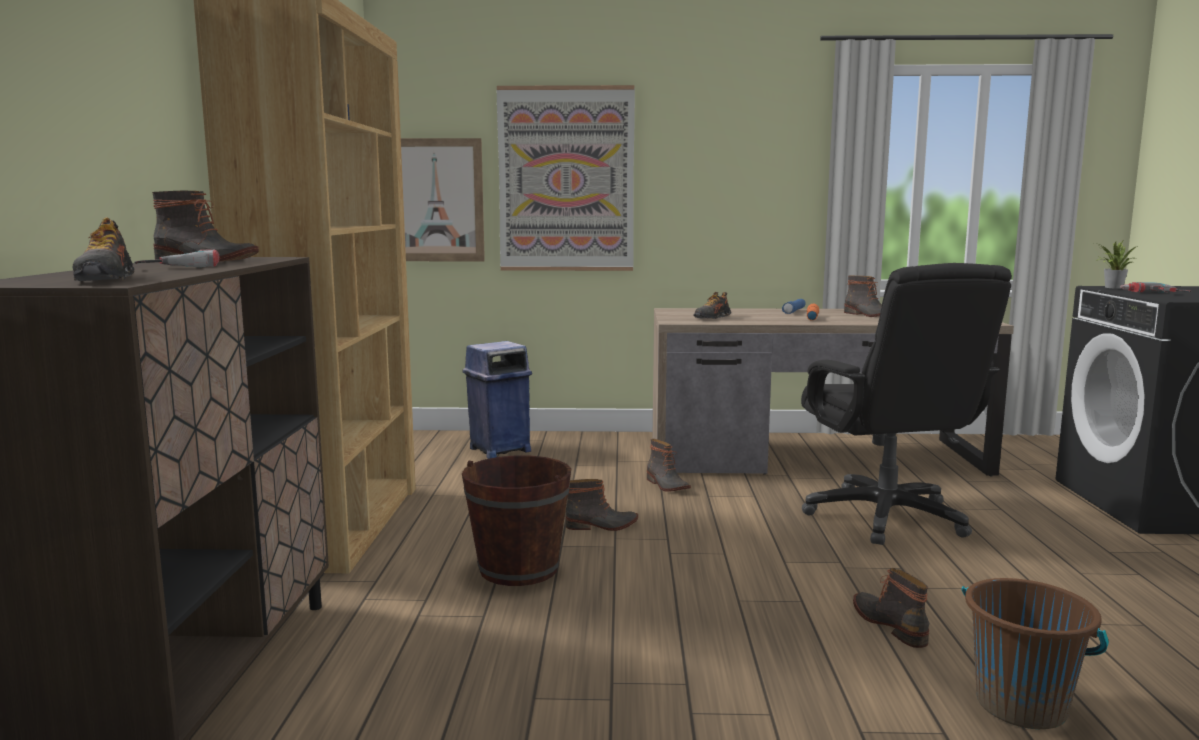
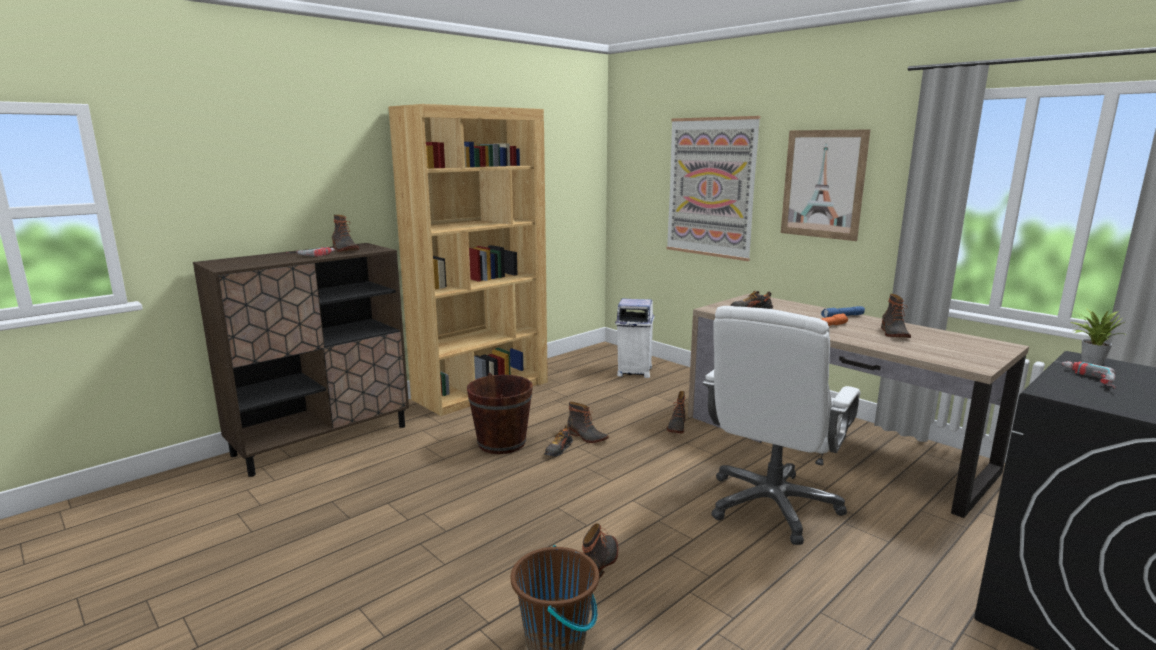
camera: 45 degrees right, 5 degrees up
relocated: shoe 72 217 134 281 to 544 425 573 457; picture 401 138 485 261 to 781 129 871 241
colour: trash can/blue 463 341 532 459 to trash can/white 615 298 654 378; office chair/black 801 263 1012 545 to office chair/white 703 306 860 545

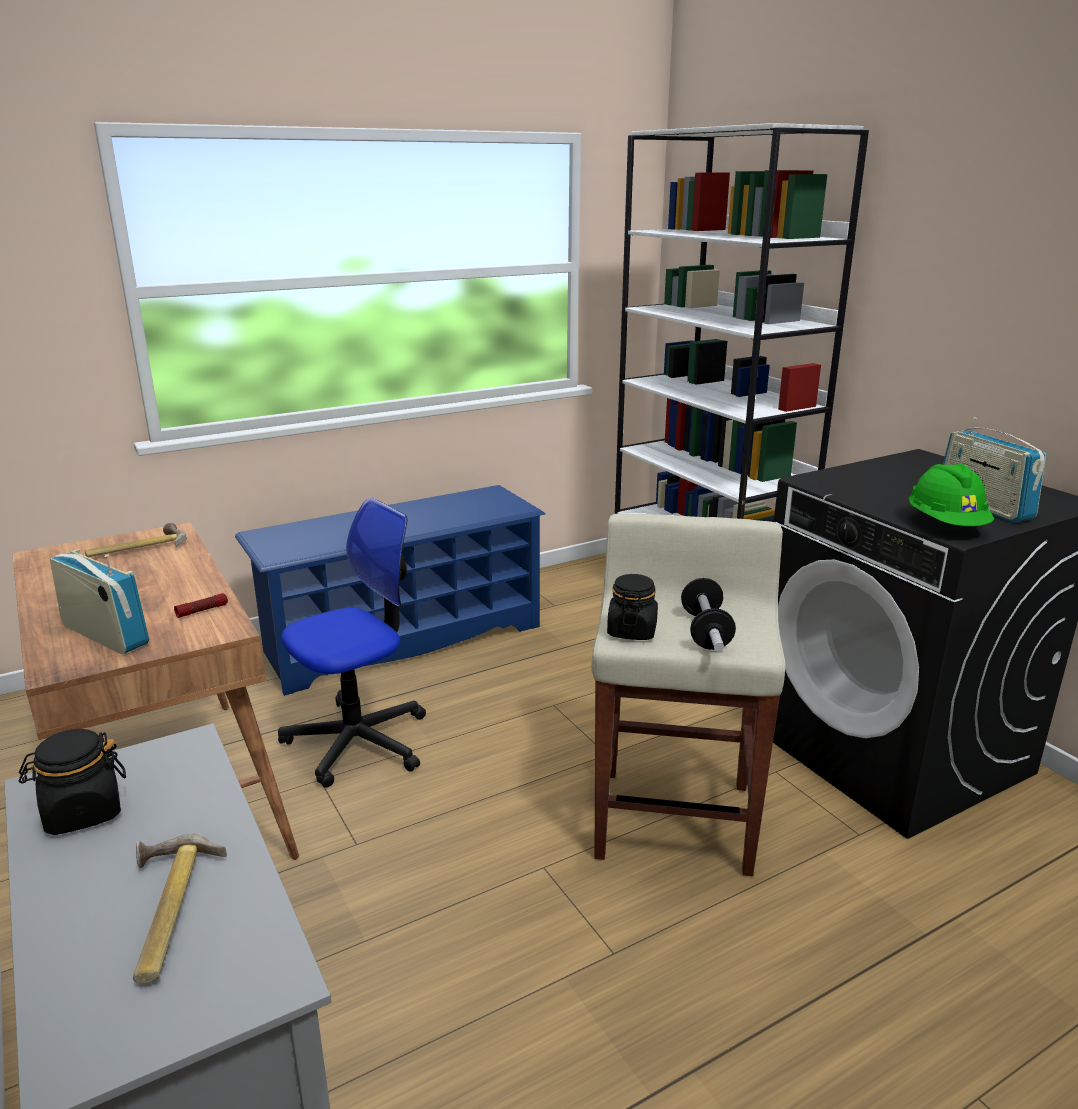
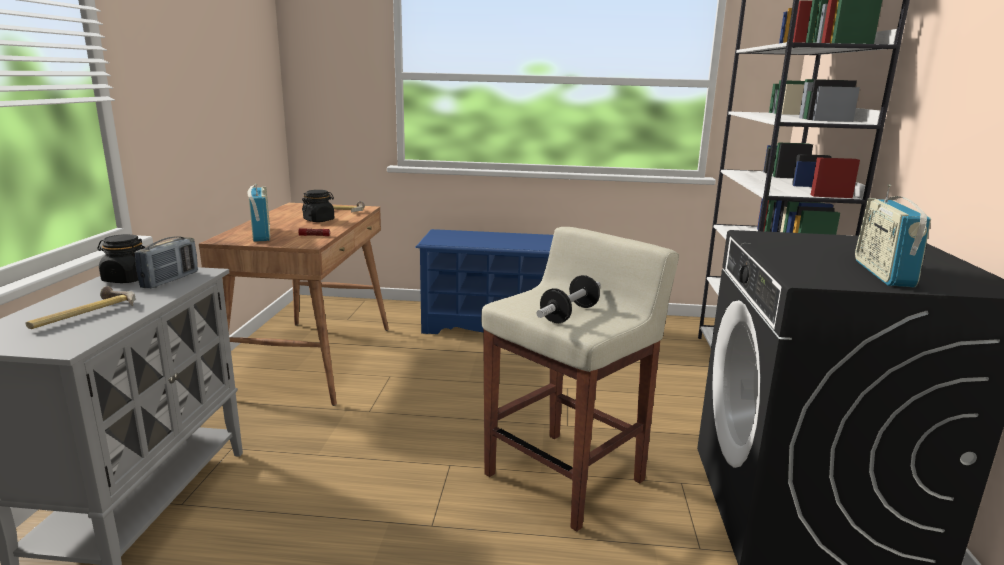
camera: 35 degrees right, 5 degrees down
missing: office chair 278 498 426 788; hard hat/green 909 464 994 526
appeared: radio 135 236 198 288
relocated: jar/black 607 574 658 640 to 302 190 334 222

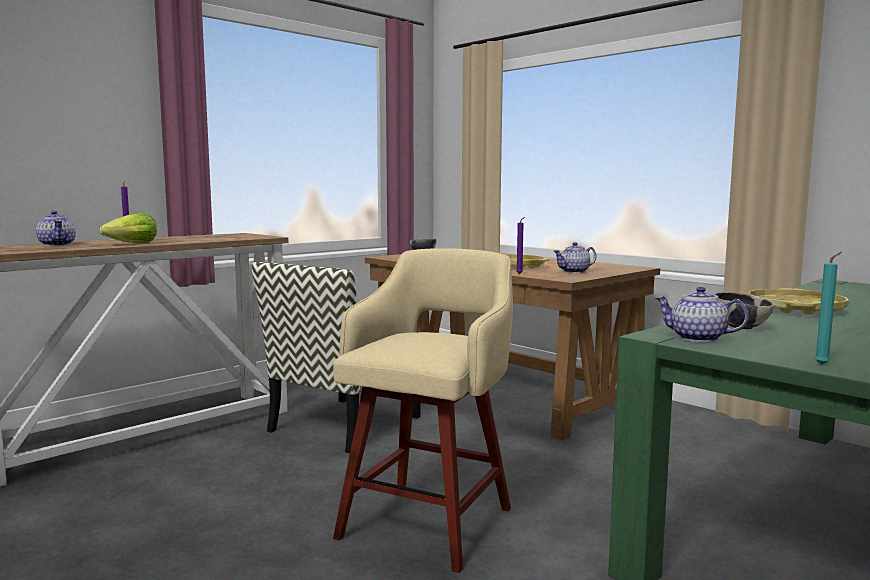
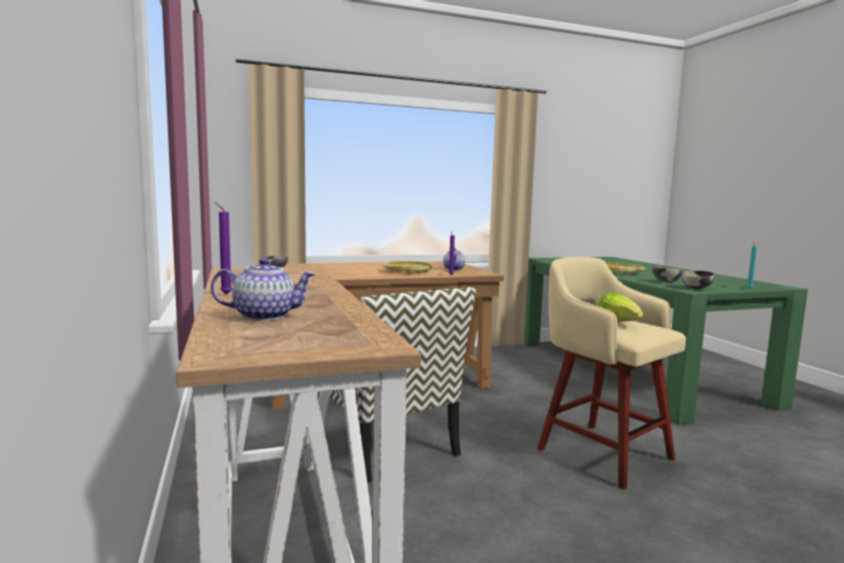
camera: 65 degrees left, 0 degrees up
relocated: lettuce 99 213 157 243 to 598 293 643 322
exchanged: teapot 655 287 749 342 to bowl 682 270 715 289

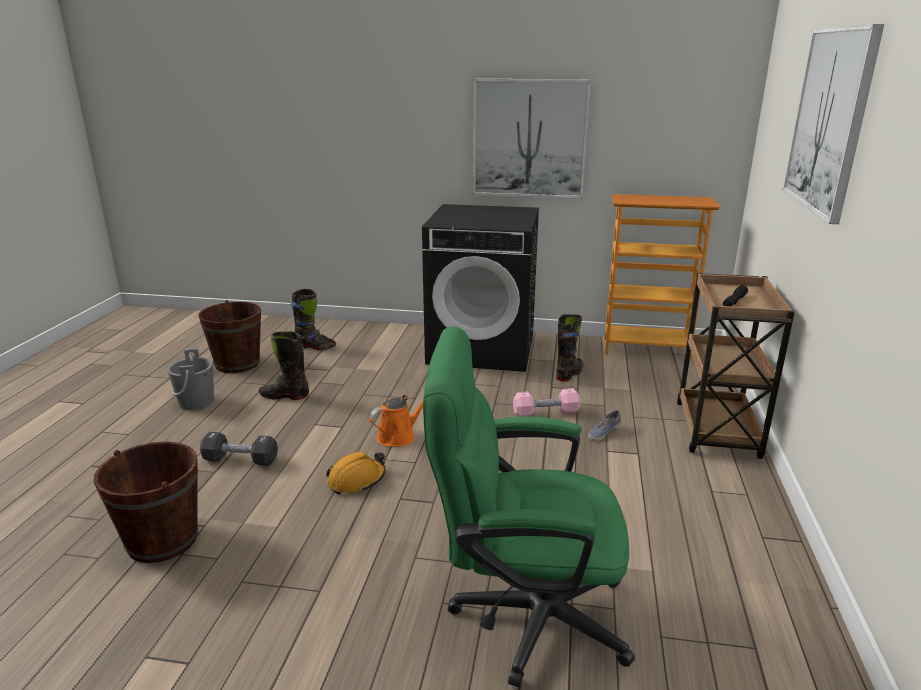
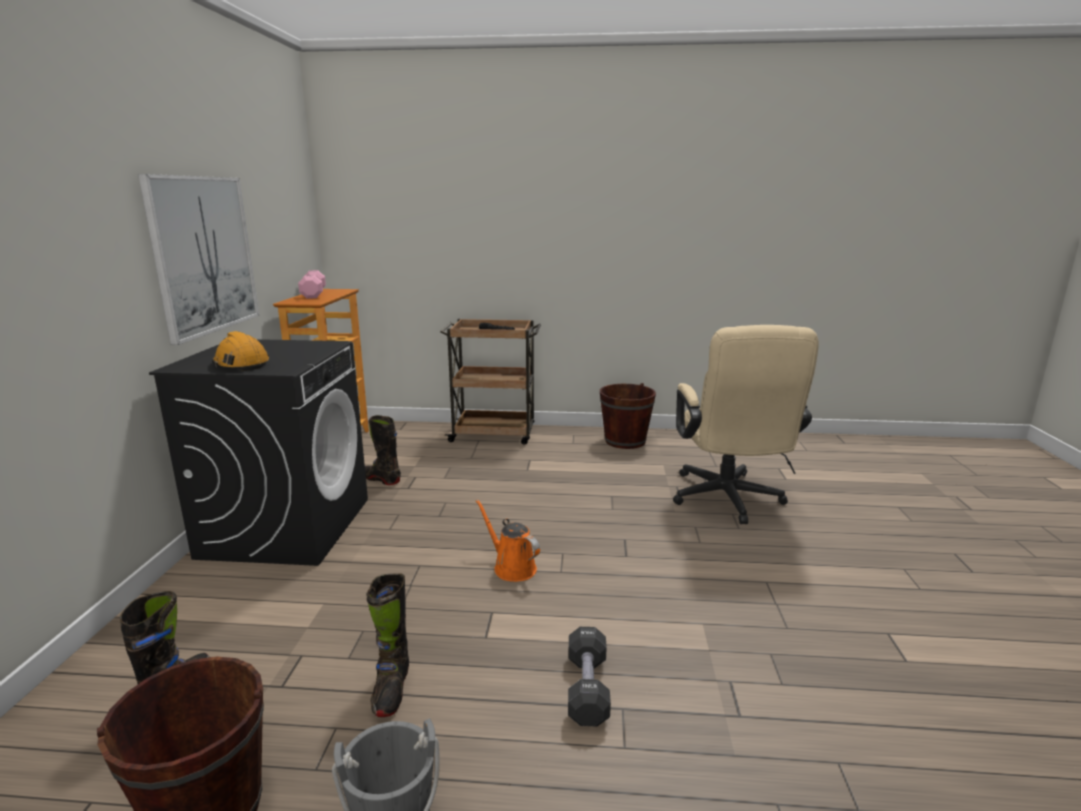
camera: 95 degrees left, 5 degrees down
missing: shoe 588 410 622 442; picture 783 24 884 224
relocated: bucket/brown 94 442 198 563 to 600 383 656 449; hard hat/orange 327 451 386 494 to 212 331 269 371; dumbbell/pink 513 388 580 417 to 298 270 326 299
colour: office chair/green 423 326 635 687 to office chair/beige 673 325 819 524

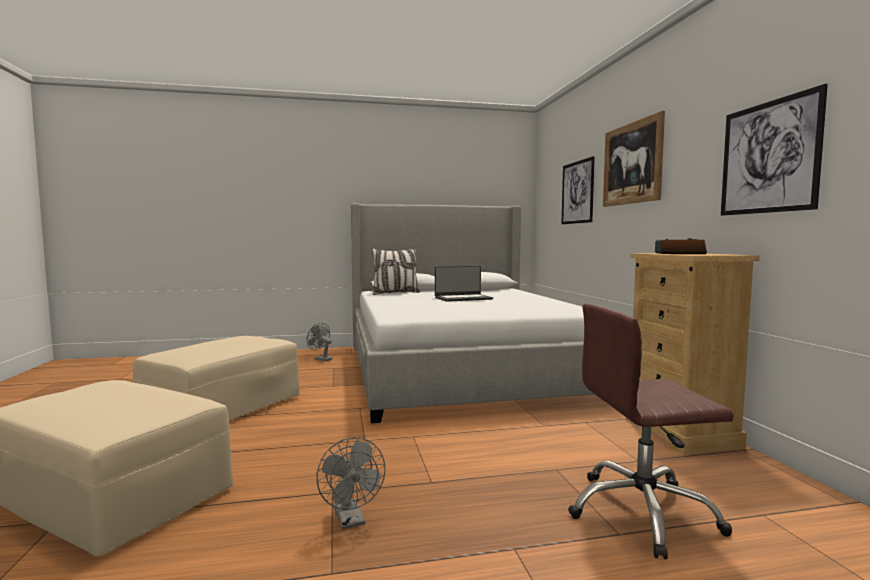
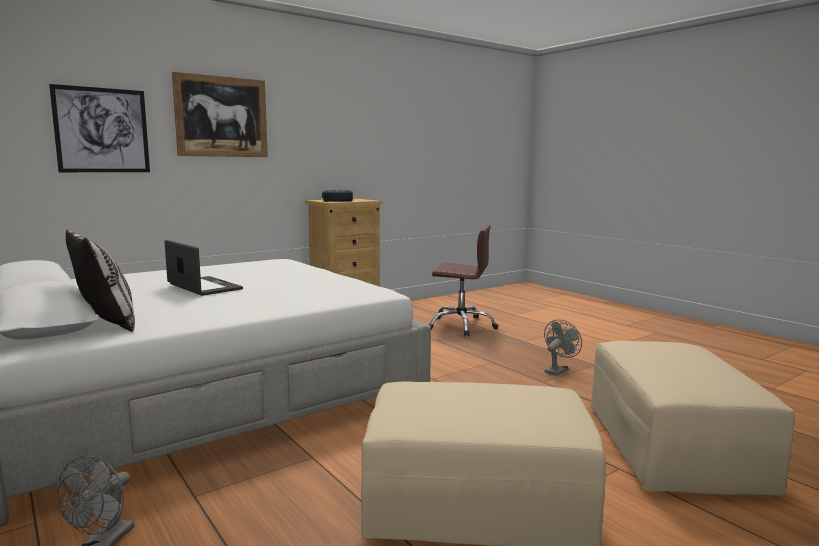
camera: 115 degrees left, 5 degrees up
missing: picture 721 84 828 216
spun: office chair/brown 568 304 734 559 = 428 225 498 336 45 degrees counterclockwise

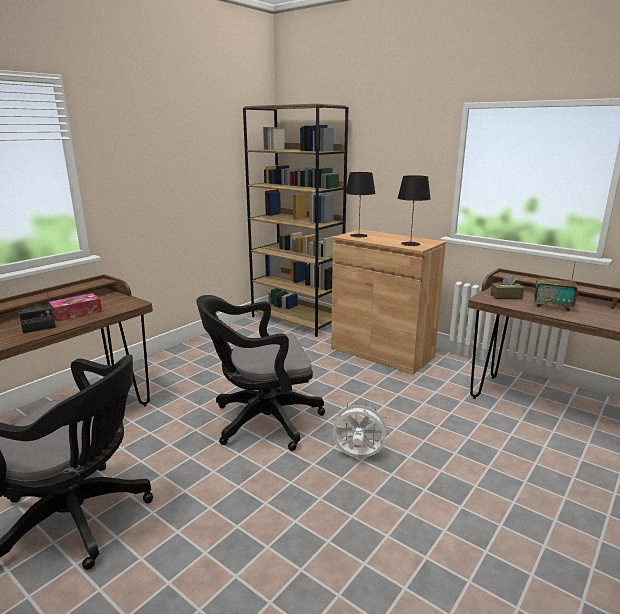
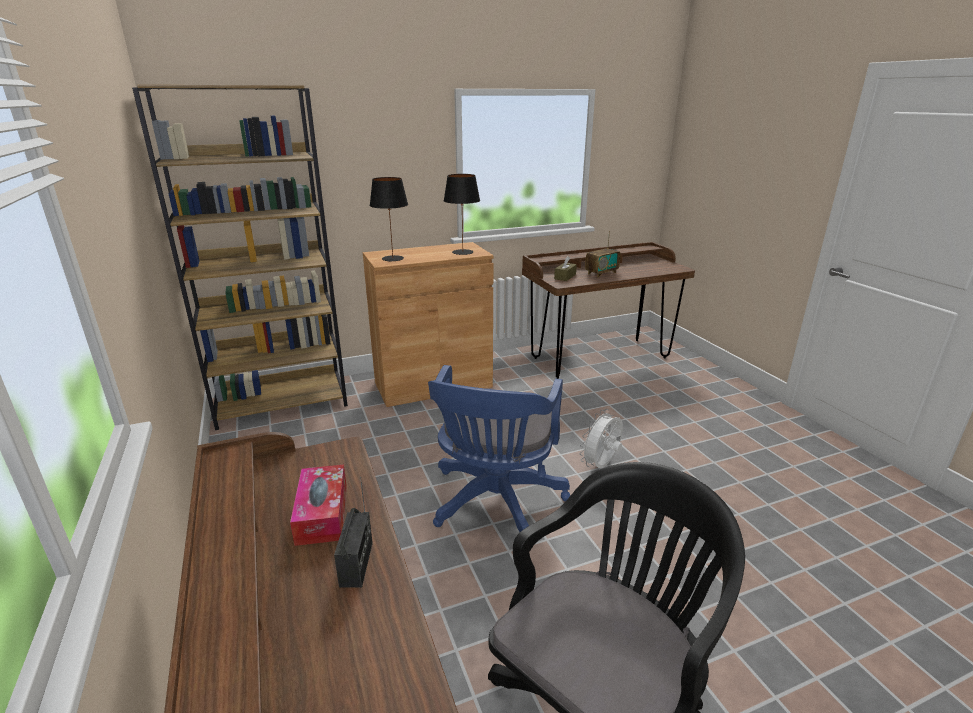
camera: 60 degrees left, 5 degrees up
colour: office chair/black 196 295 325 451 to office chair/blue 428 365 570 532

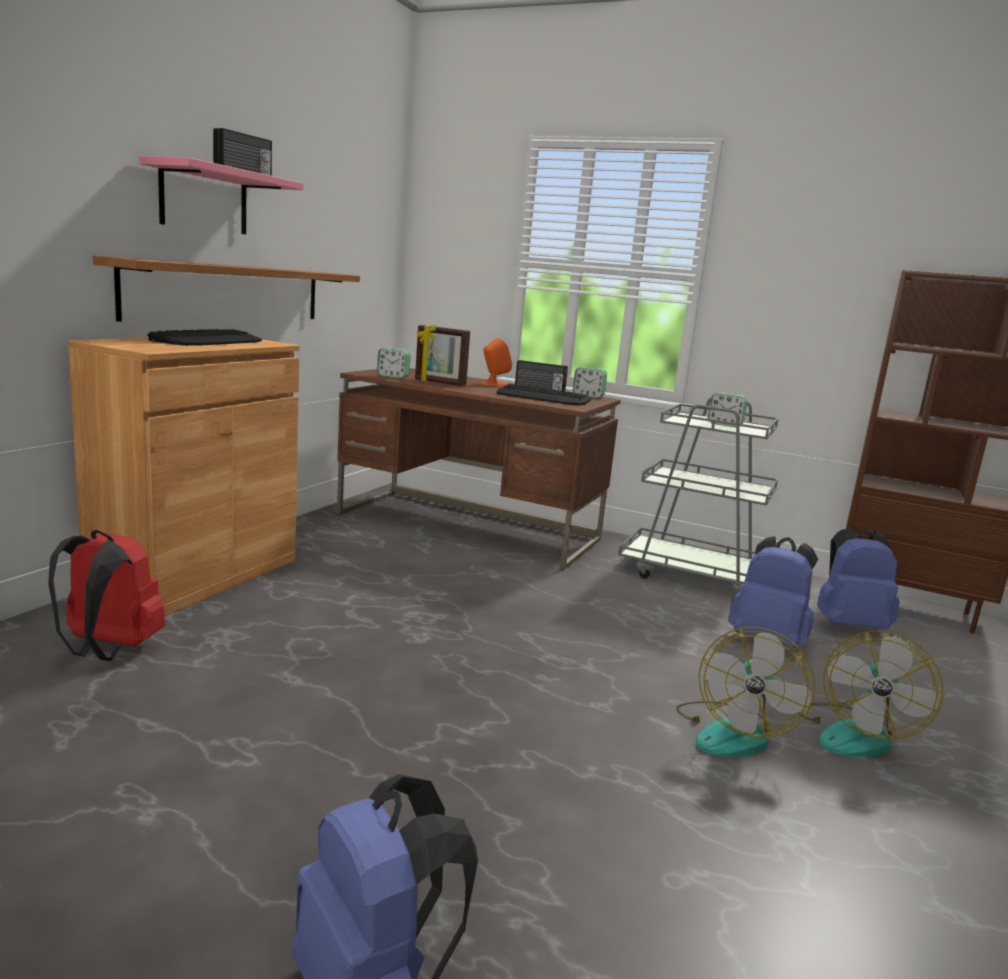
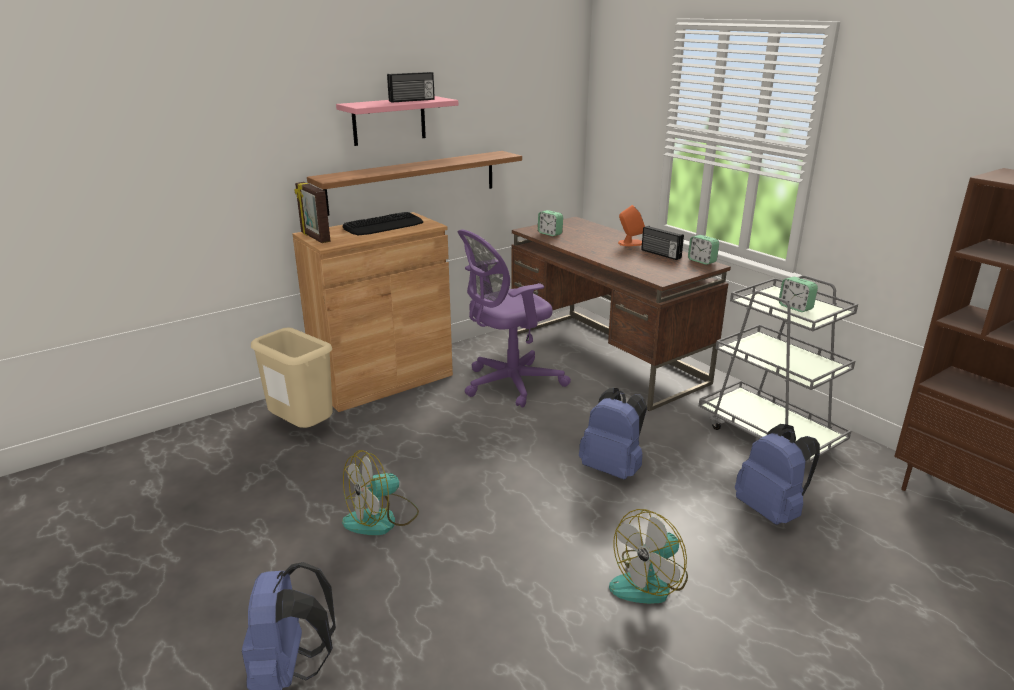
camera: 30 degrees right, 10 degrees up
missing: keyboard 497 384 591 405
appeared: office chair/purple 457 229 571 408
relocated: picture frame 415 325 470 386 to 294 182 331 243; fan 798 631 943 757 to 342 450 419 535; backpack/blue 817 528 900 630 to 579 388 647 479
exchanged: backpack/red 48 530 165 661 to trash can/beige 251 327 333 428

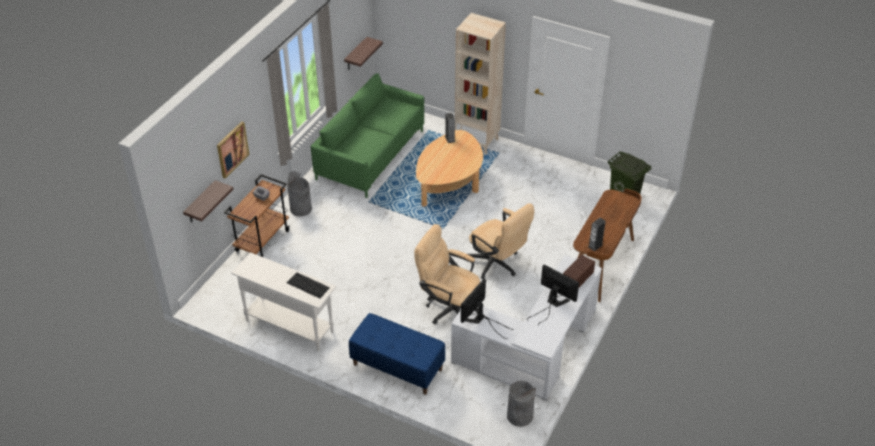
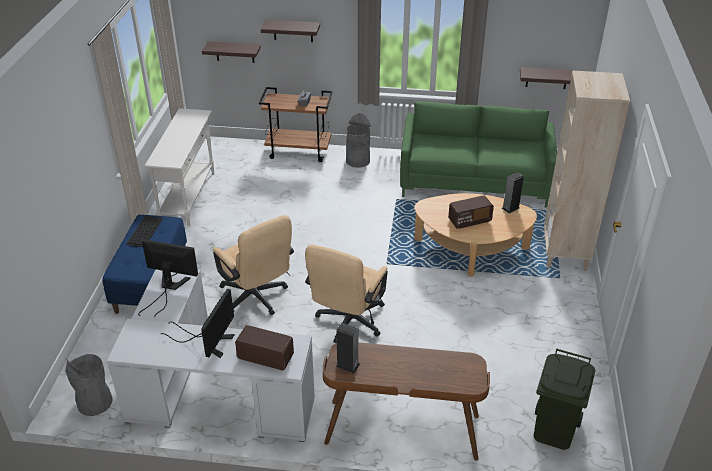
camera: 70 degrees right, 5 degrees down
appeared: radio 448 195 494 229
relocated: keyboard 287 272 330 299 to 126 216 163 247
exchanged: picture 217 121 249 178 to shelf 261 20 320 42
spun: office chair/beige 414 224 480 324 = 213 215 294 315 135 degrees clockwise

